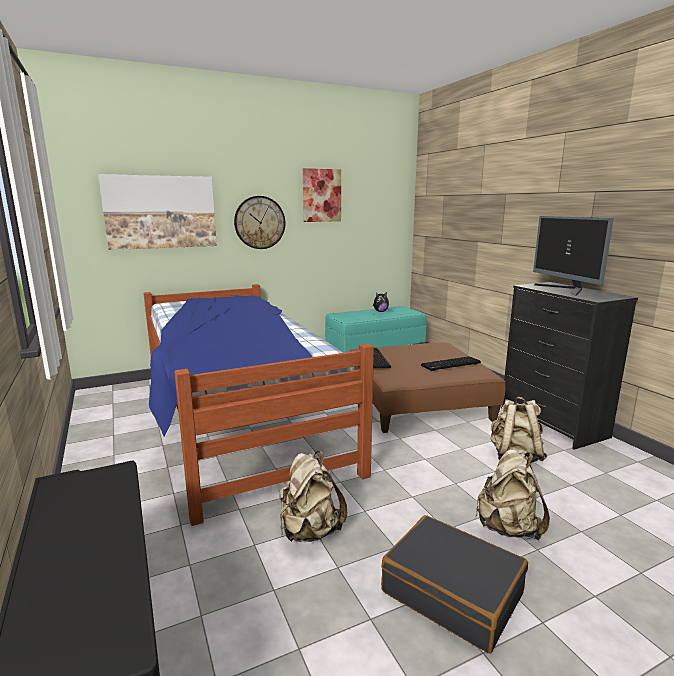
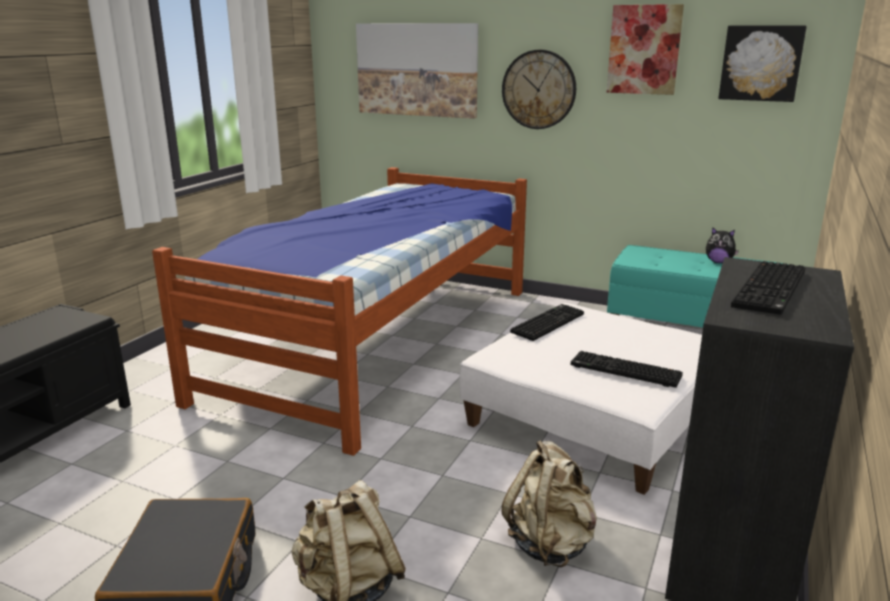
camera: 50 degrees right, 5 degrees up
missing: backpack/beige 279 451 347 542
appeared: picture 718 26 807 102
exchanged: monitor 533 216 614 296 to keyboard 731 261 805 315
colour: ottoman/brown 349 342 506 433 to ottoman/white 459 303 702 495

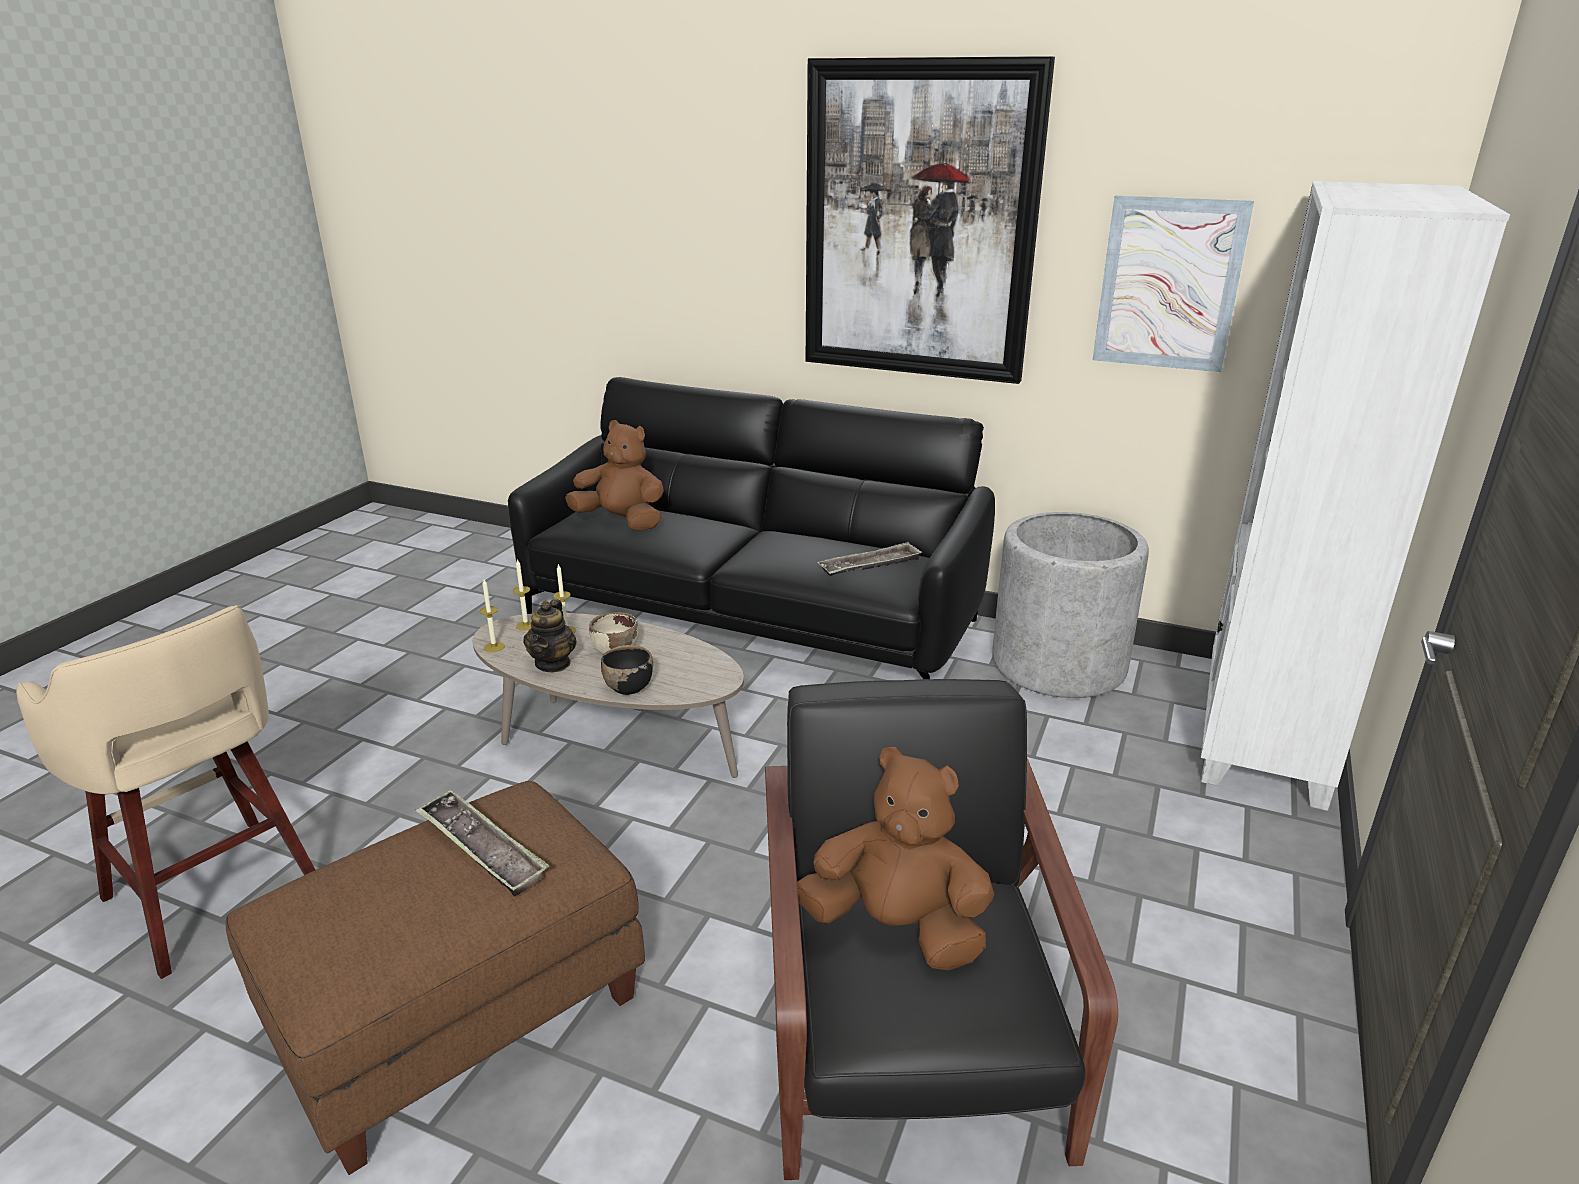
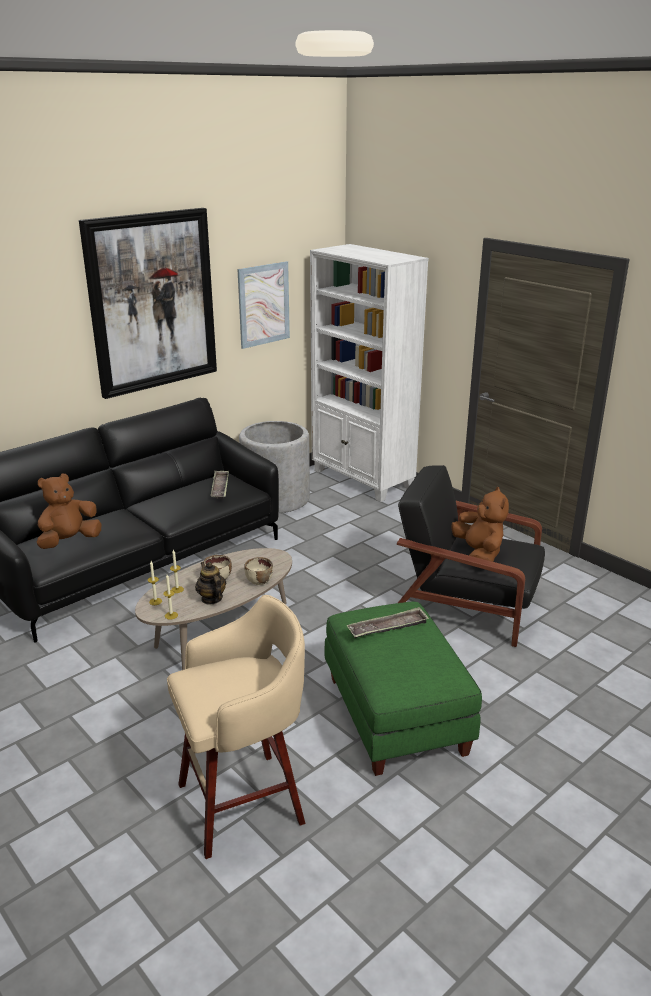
camera: 65 degrees left, 0 degrees up
colour: ottoman/brown 226 781 645 1175 to ottoman/green 325 602 482 776; bowl/black 601 645 653 695 to bowl/beige 244 557 273 585
spun: teapot 523 599 577 672 = 195 562 226 605 150 degrees counterclockwise; plush toy/brown 797 747 994 971 = 451 487 509 562 120 degrees clockwise

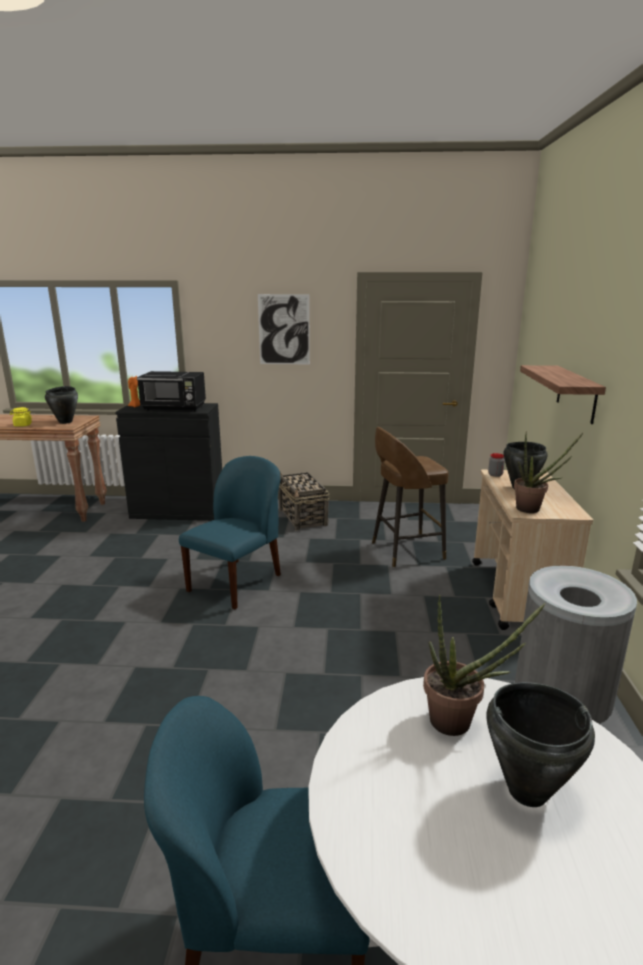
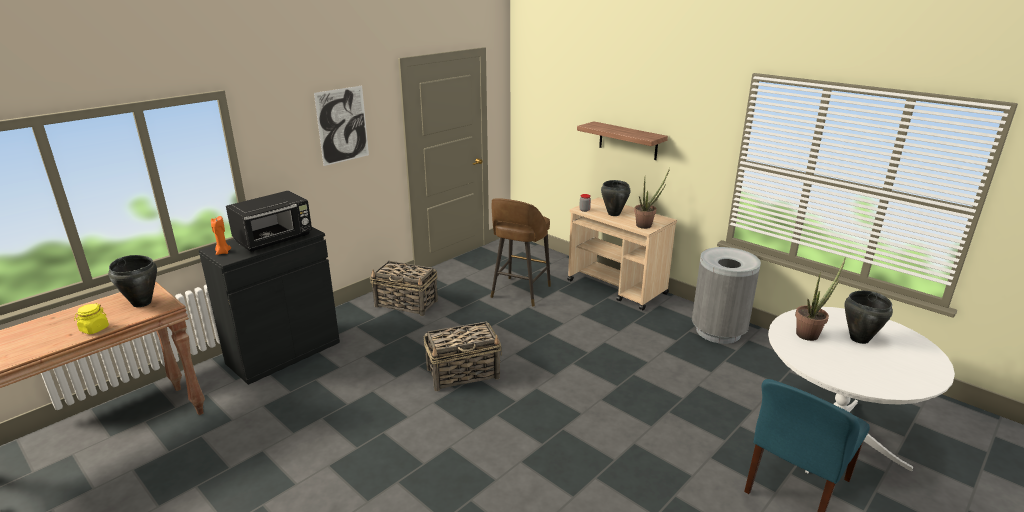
camera: 50 degrees left, 5 degrees up
exchanged: chair/blue 179 456 281 609 to basket 423 321 502 391

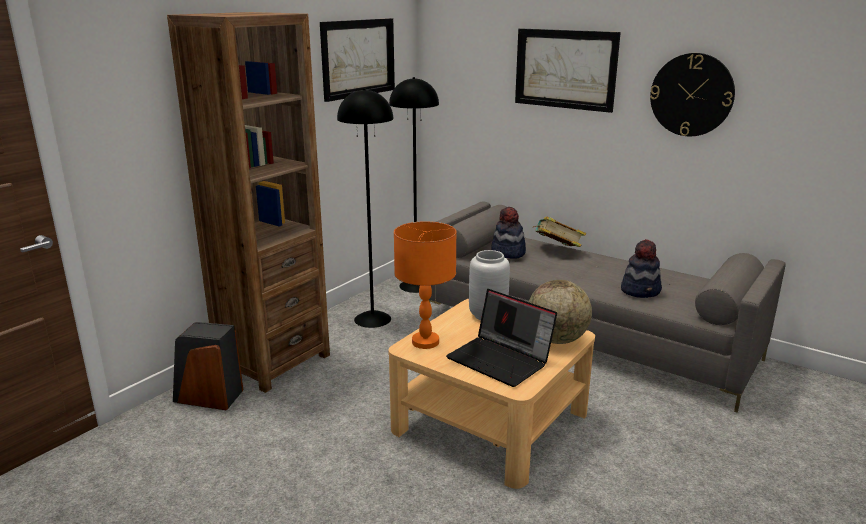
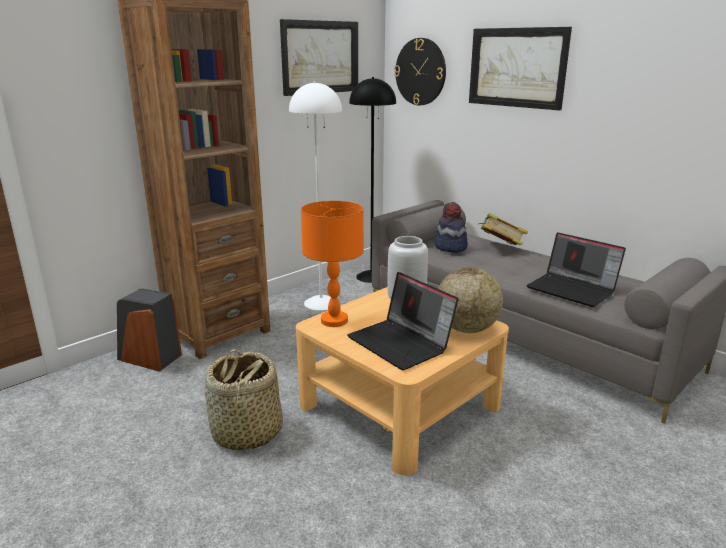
camera: 10 degrees right, 0 degrees up
appeared: basket 204 349 283 450
relocated: wall clock 650 53 735 136 to 394 38 446 105
exchanged: hat 621 239 662 298 to laptop 526 232 626 307
colour: floor lamp/black 337 88 393 328 to floor lamp/white 289 81 342 310

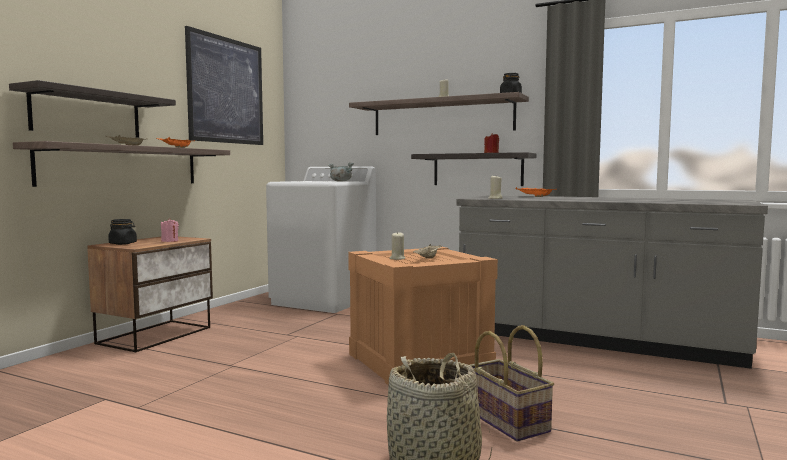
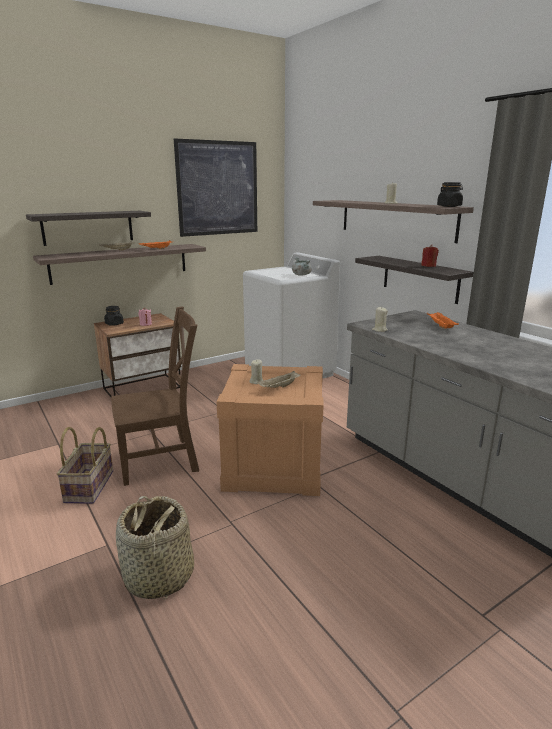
camera: 30 degrees right, 15 degrees up
appeared: chair/brown 111 307 199 486
relocated: basket 469 325 554 441 to 57 427 113 504

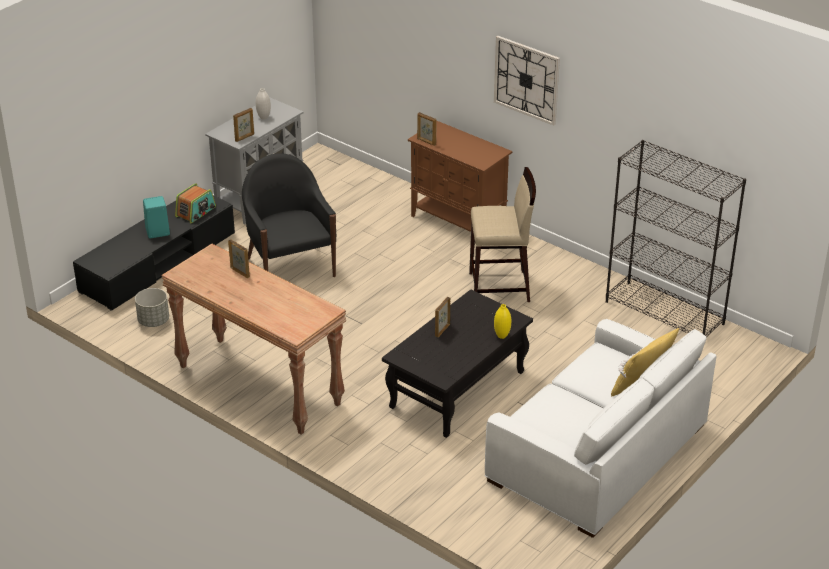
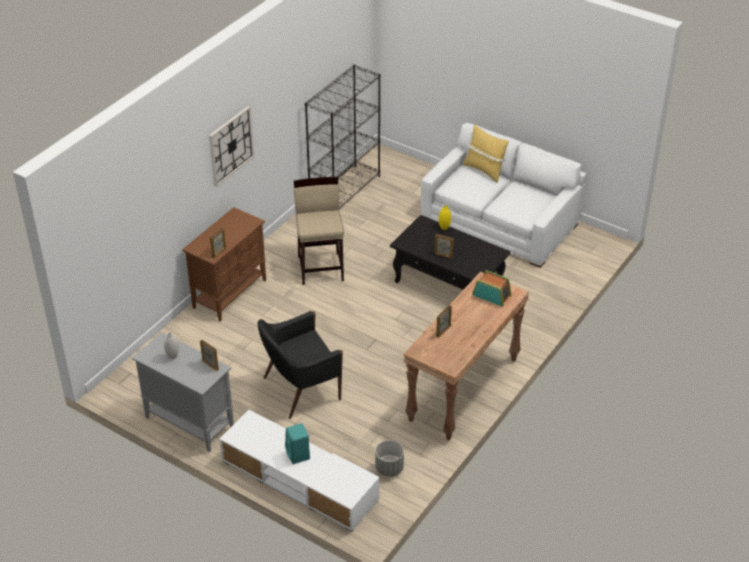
camera: 95 degrees left, 5 degrees up
relocated: radio 175 183 216 224 to 472 270 512 307
colour: tv stand/black 73 195 235 311 to tv stand/white 220 410 379 532

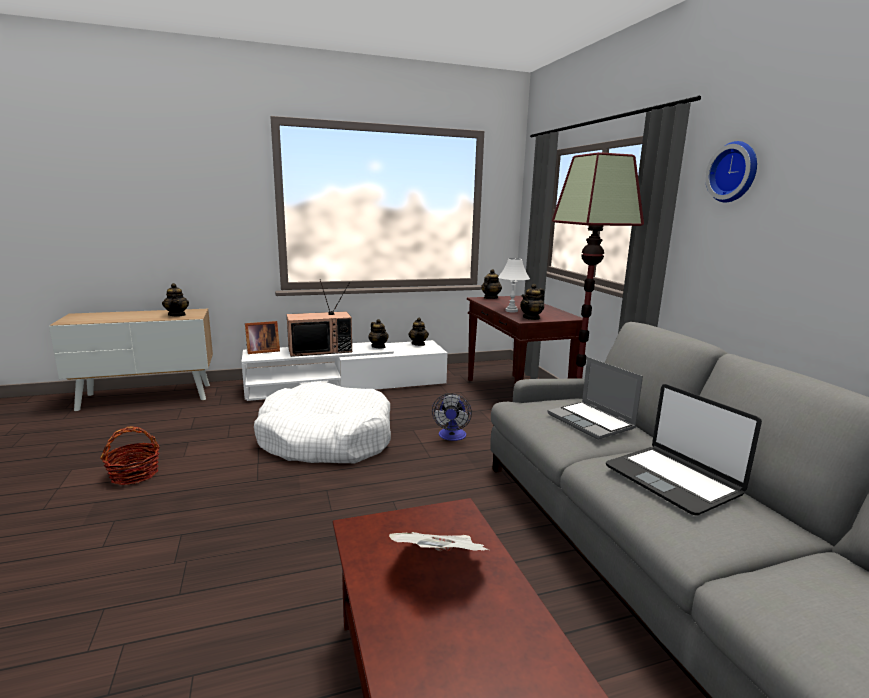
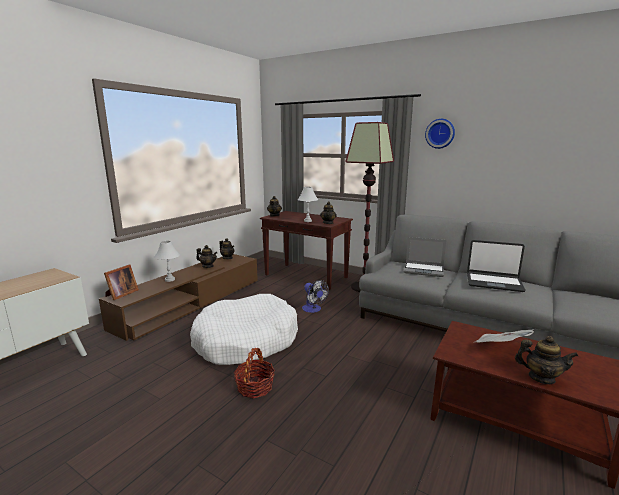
camera: 40 degrees left, 0 degrees up
relocated: basket 100 426 160 485 to 234 348 275 398; teapot 162 283 189 316 to 515 336 578 384
exchanged: television 287 279 352 357 to table lamp/white 154 241 180 282
colour: tv stand/white 241 340 447 401 to tv stand/brown 99 254 258 341

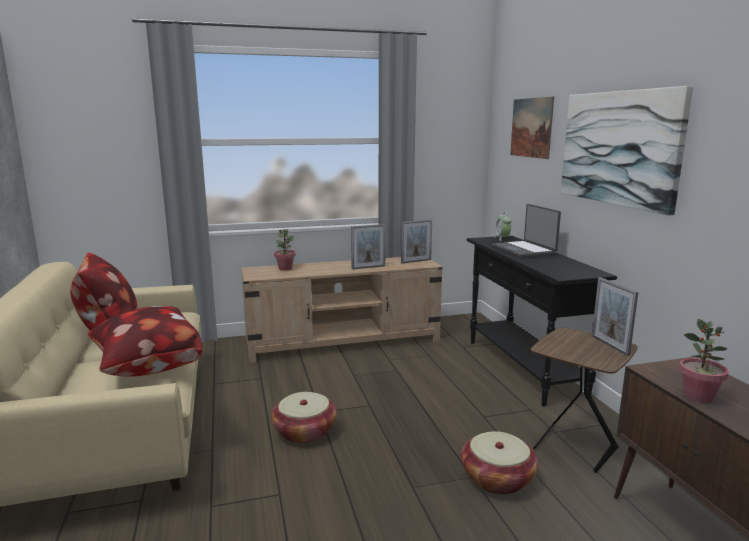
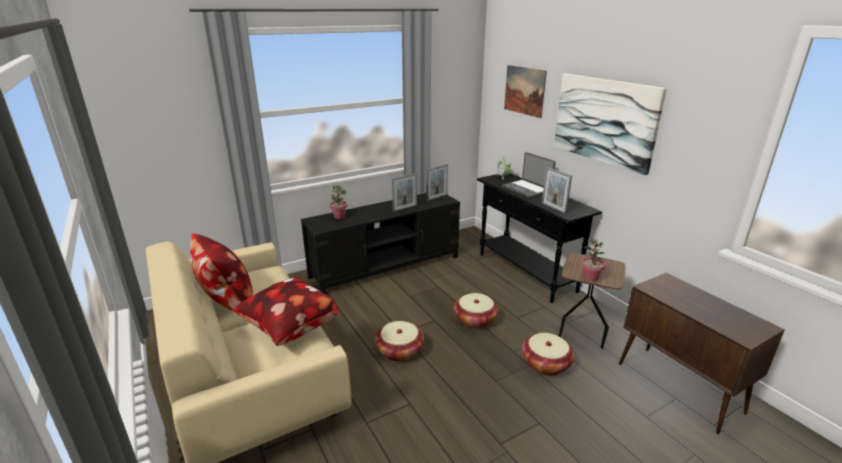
camera: 15 degrees left, 10 degrees up
appeared: basket 454 293 498 329
relocated: picture frame 592 277 638 356 to 542 167 572 214; potted plant 679 319 729 403 to 581 238 605 282
colour: tv stand/beige 241 257 443 363 to tv stand/black 301 193 460 295

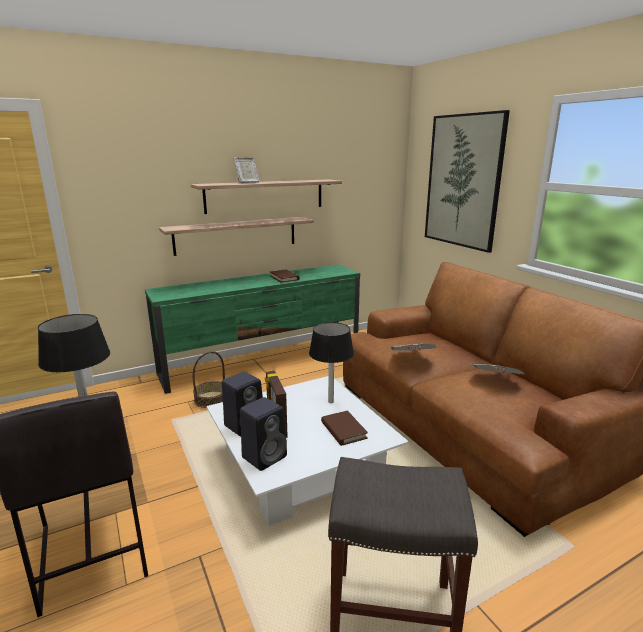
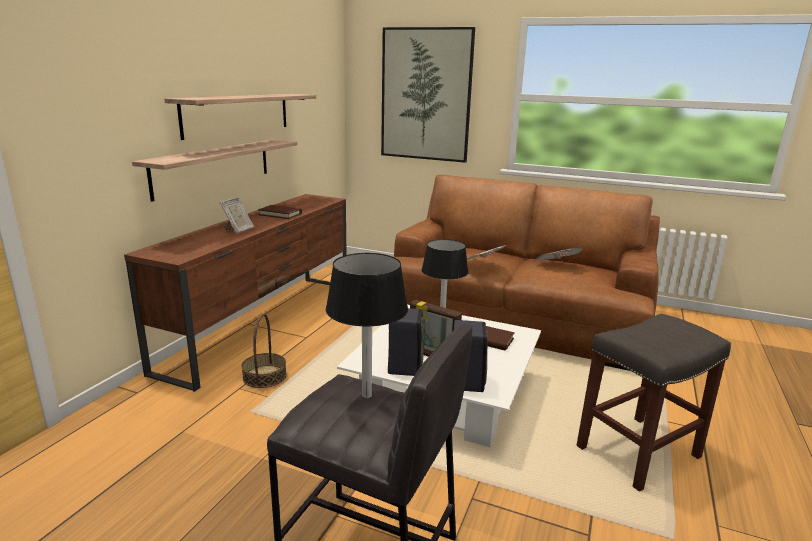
camera: 40 degrees left, 0 degrees up
relocated: picture frame 234 157 259 183 to 220 197 254 234
colour: tv stand/green 145 264 360 394 to tv stand/brown 124 194 347 392

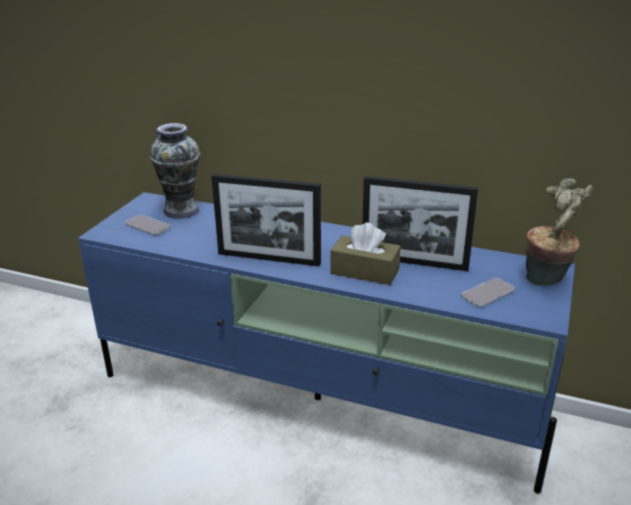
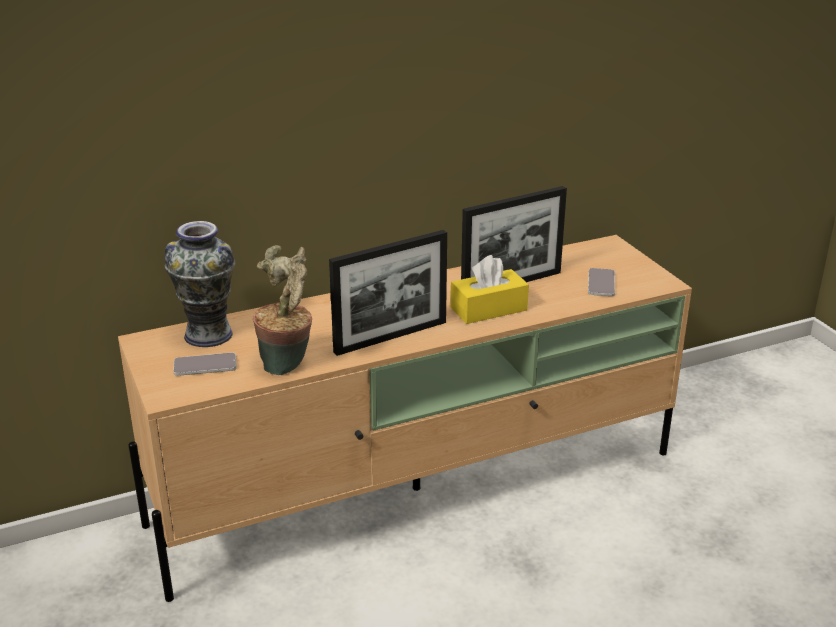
camera: 45 degrees left, 0 degrees up
relocated: potted plant 526 178 593 286 to 253 245 312 375
colour: tv stand/blue 78 192 575 494 to tv stand/beige 118 235 692 602; tissue box/brown 330 223 401 285 to tissue box/yellow 451 255 529 324

